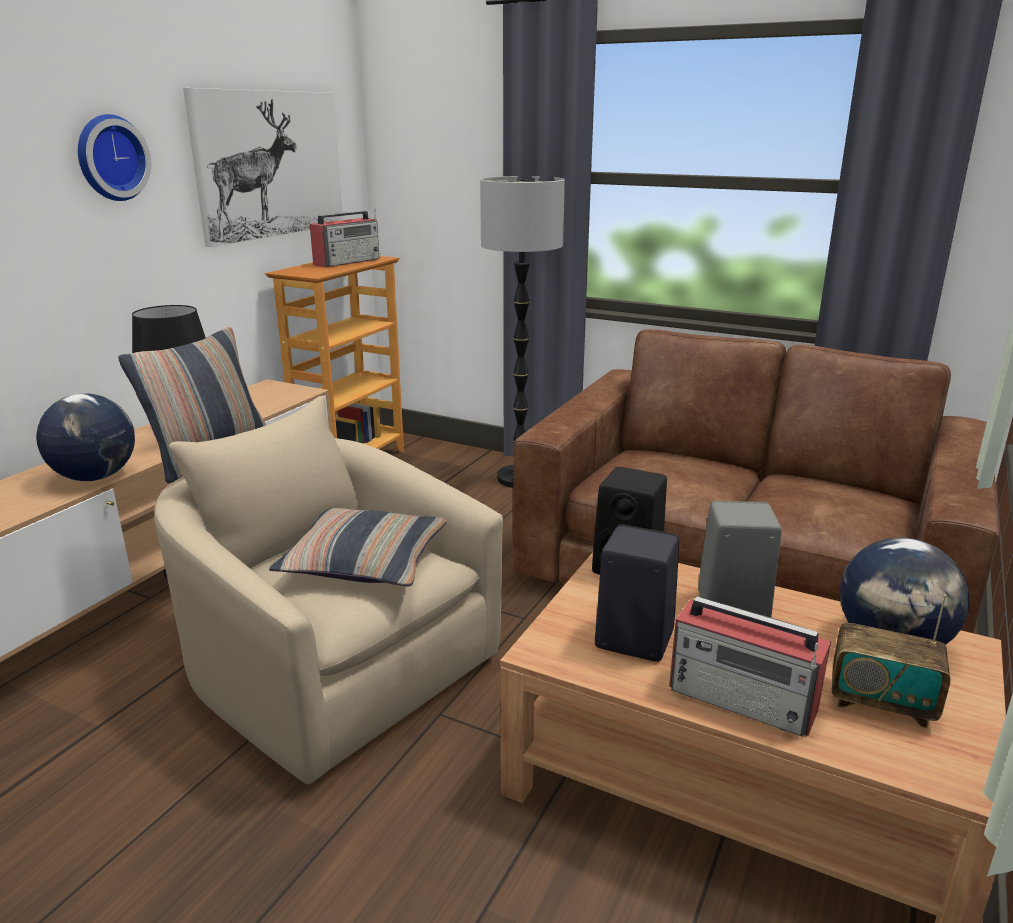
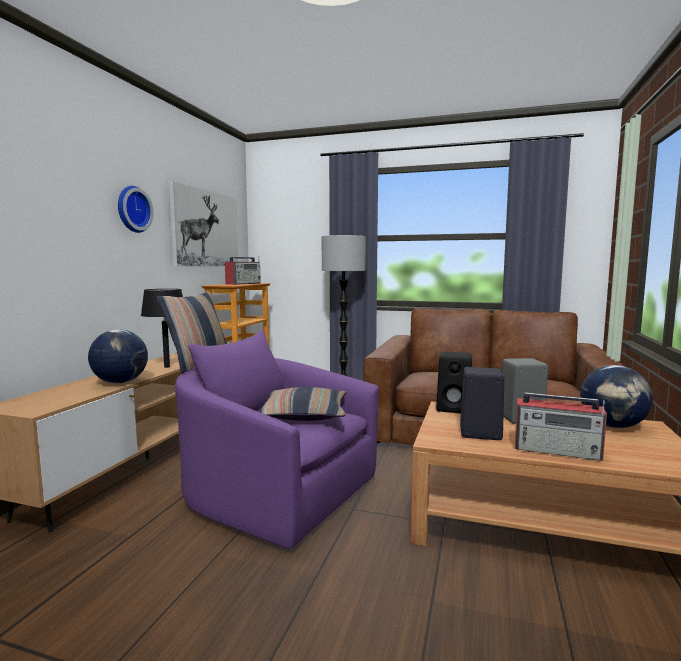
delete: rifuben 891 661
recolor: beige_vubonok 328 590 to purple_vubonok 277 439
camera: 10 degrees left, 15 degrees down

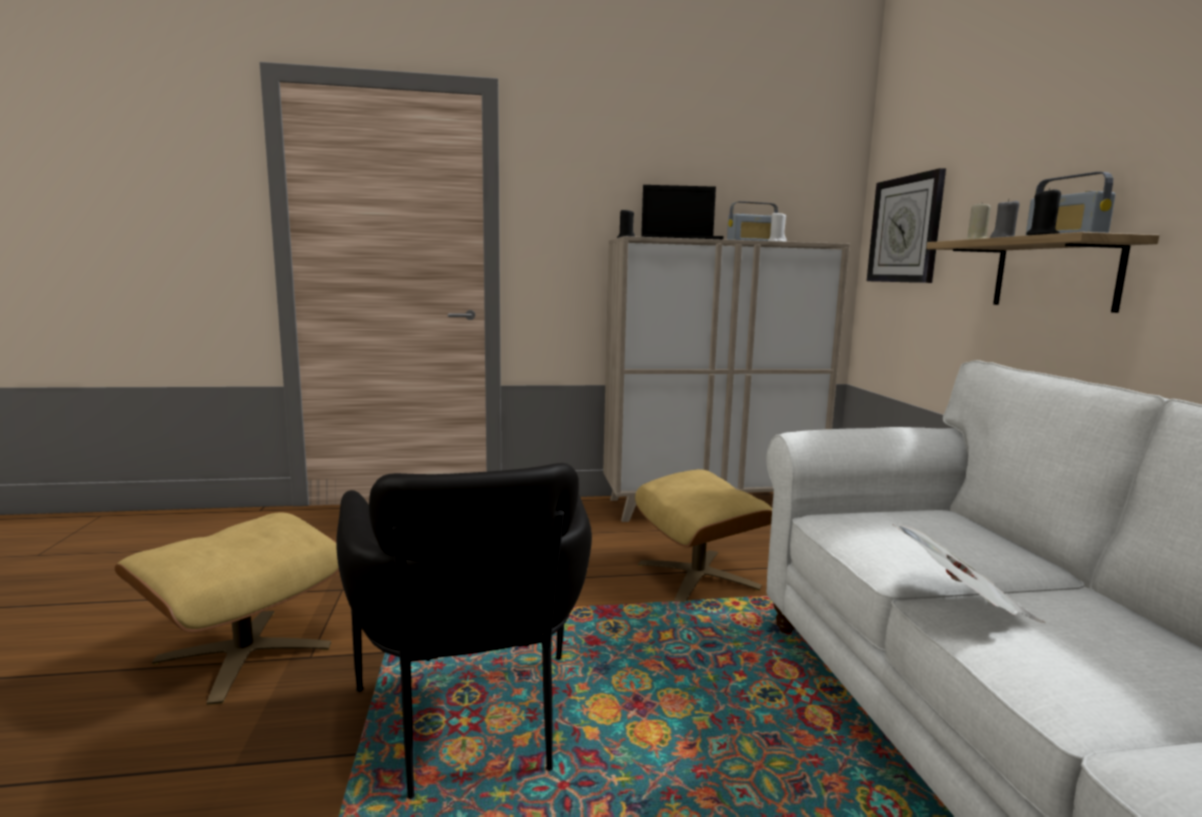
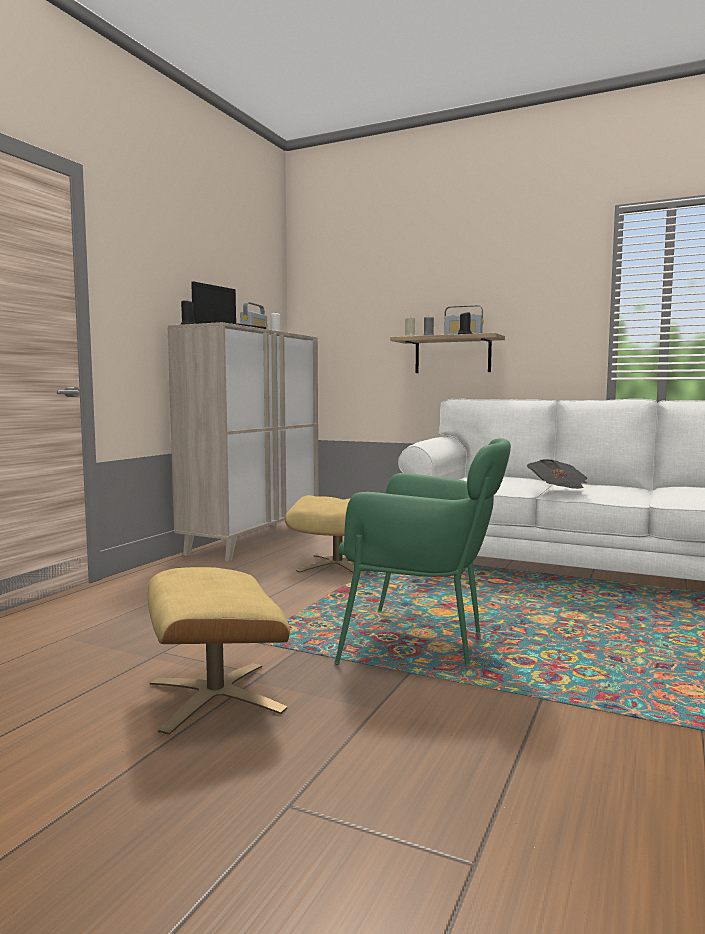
delete: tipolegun 906 225
recolor: black_vubonok 464 631 to green_vubonok 422 551
camera: 55 degrees left, 5 degrees down

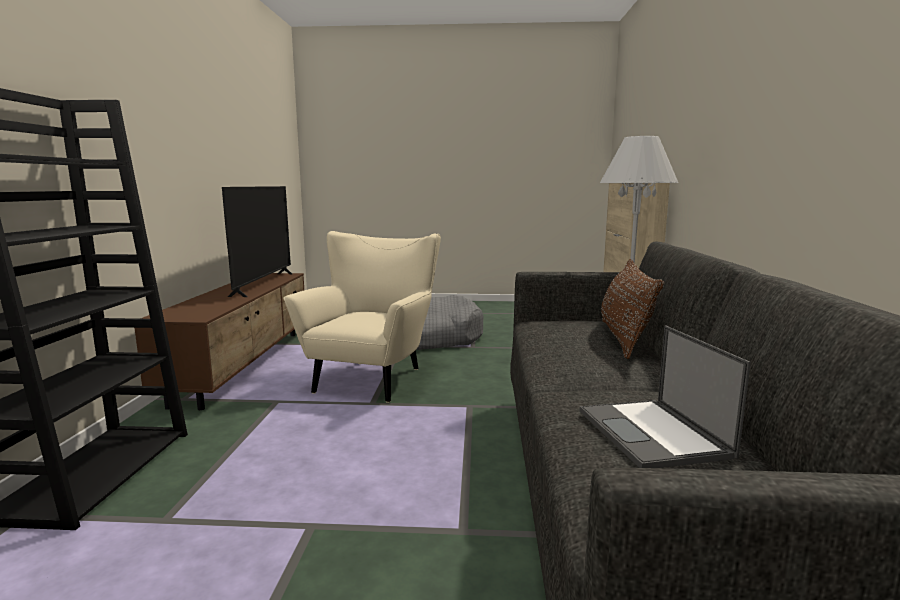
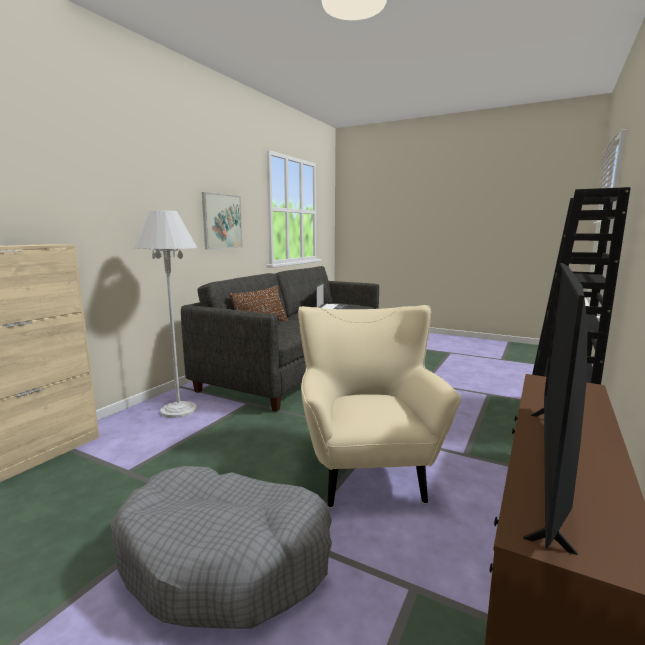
insert: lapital 222 220
rotate: beige_vubonok 362 317 = 379 406 135 degrees clockwise
camera: 155 degrees left, 0 degrees up

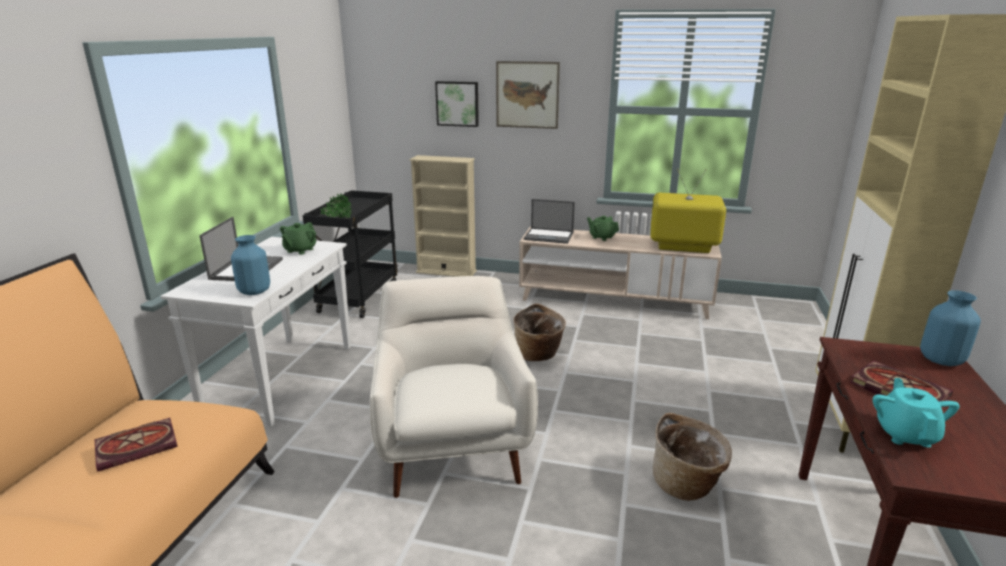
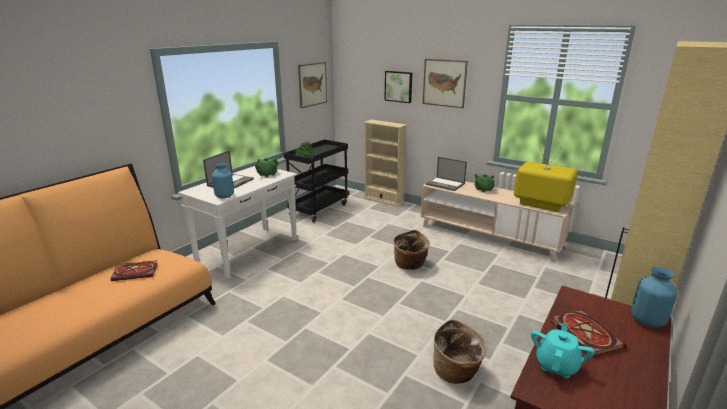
delete: white_vubonok 454 387
insert: lapital 312 85
camera: 20 degrees right, 0 degrees up

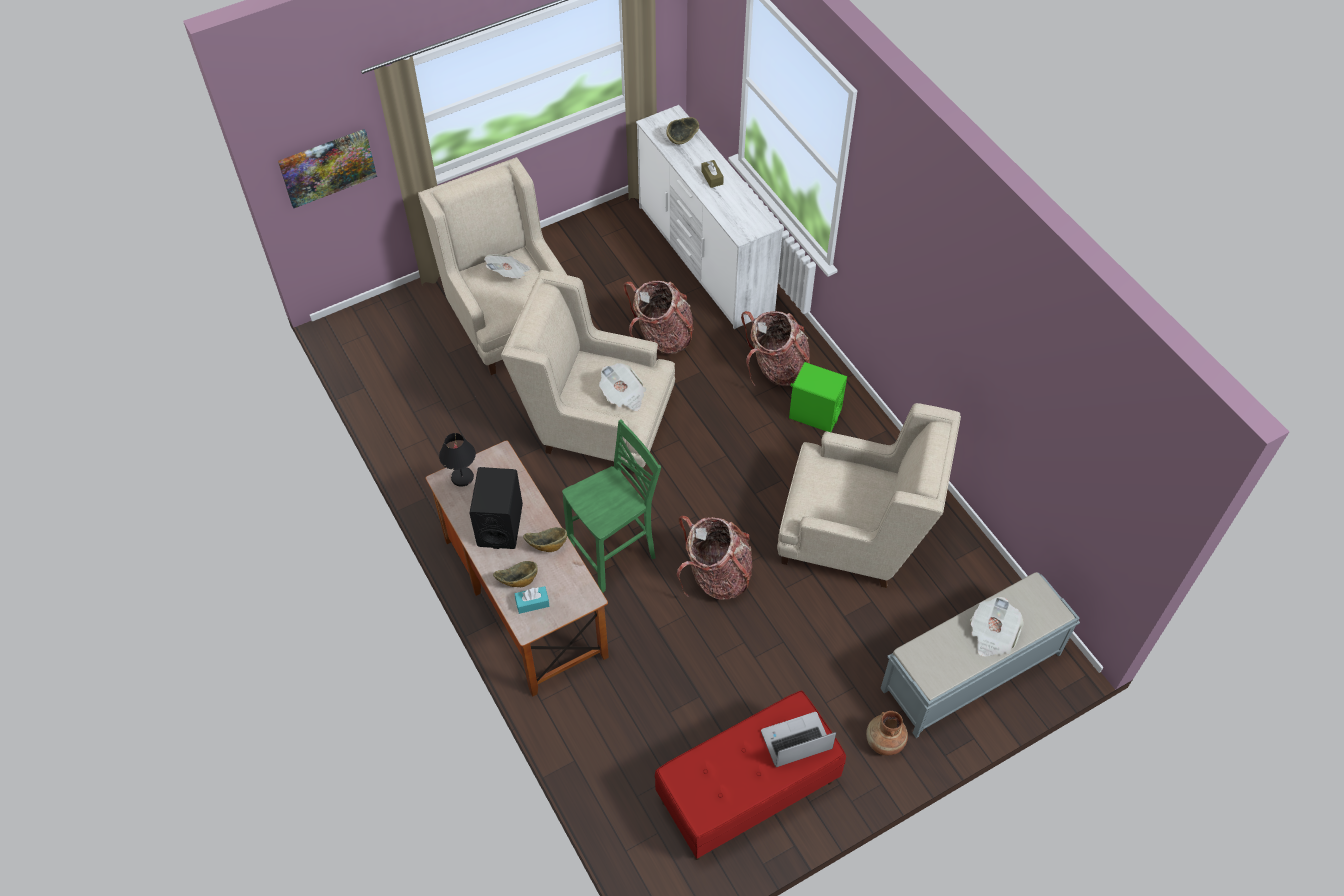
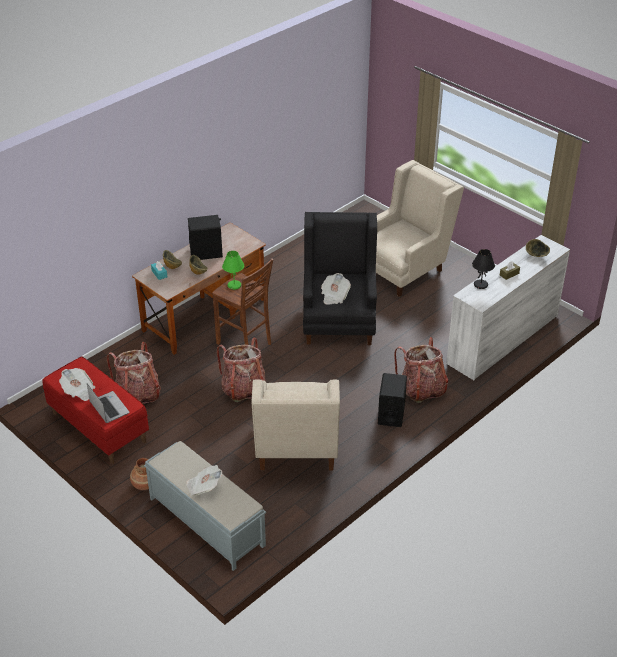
delete: lapital 327 168
insert: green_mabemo 233 270
move: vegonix 507 266 to 77 384; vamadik 658 317 to 134 373; black_mabemo 457 460 to 483 269
recolor: beige_vubonok 588 370 to black_vubonok 340 278; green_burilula 818 397 to black_burilula 392 400; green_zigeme 611 506 to brown_zigeme 242 301
camera: 75 degrees right, 15 degrees down

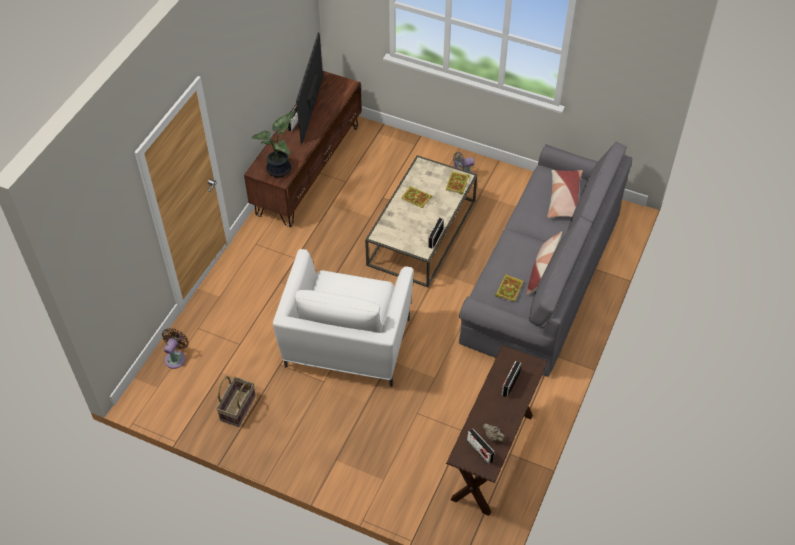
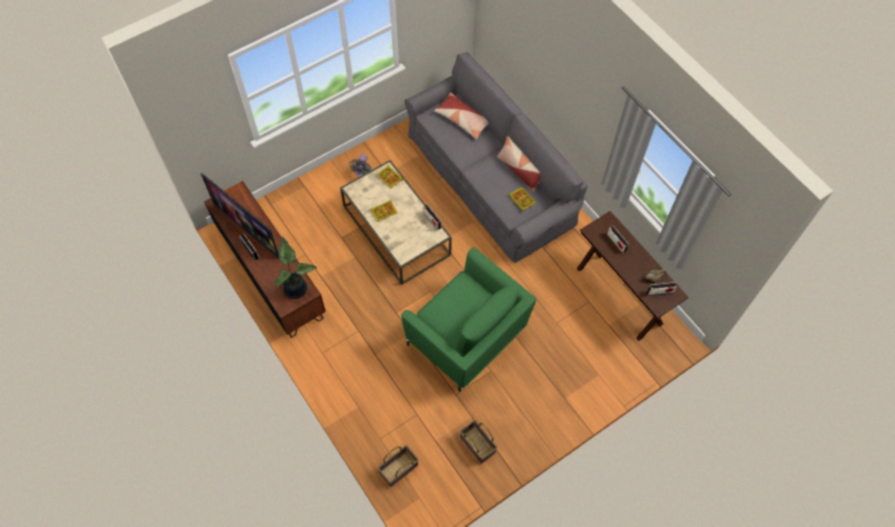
replace: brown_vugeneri 175 348 to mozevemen 398 466
recolor: white_vubonok 343 318 to green_vubonok 468 320
camera: 60 degrees left, 10 degrees up

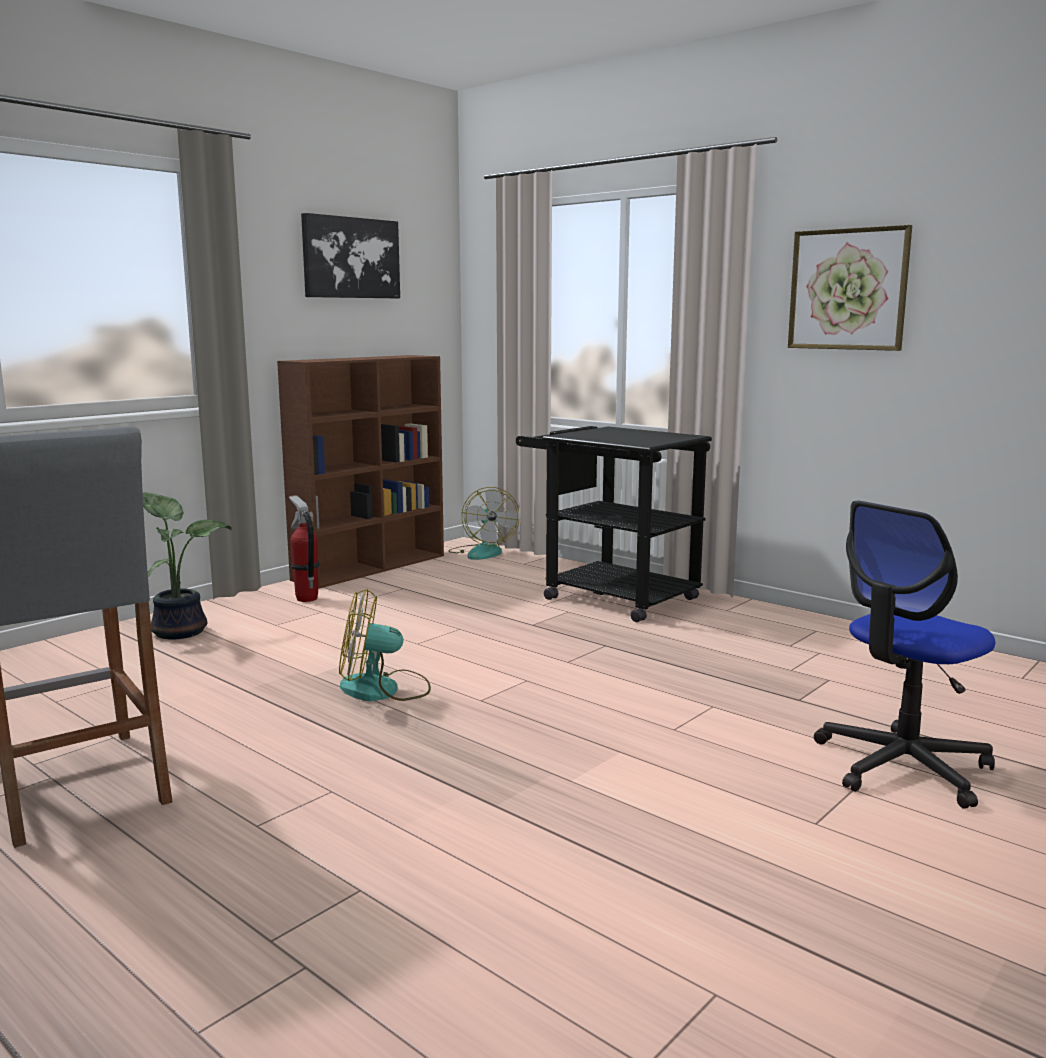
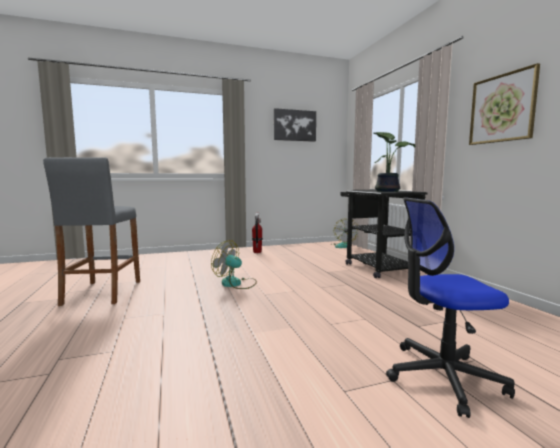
delete: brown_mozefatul 360 472
move: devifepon 187 565 to 395 162
camera: 30 degrees right, 5 degrees down

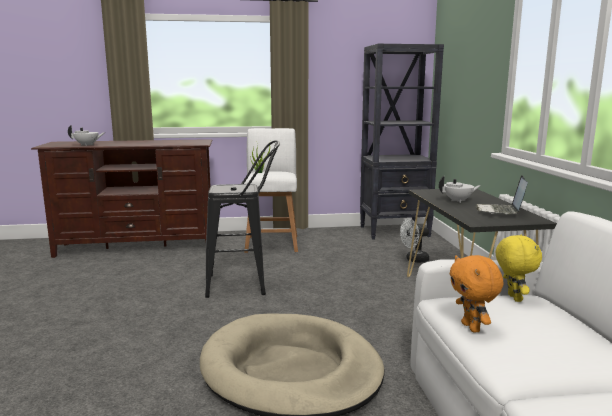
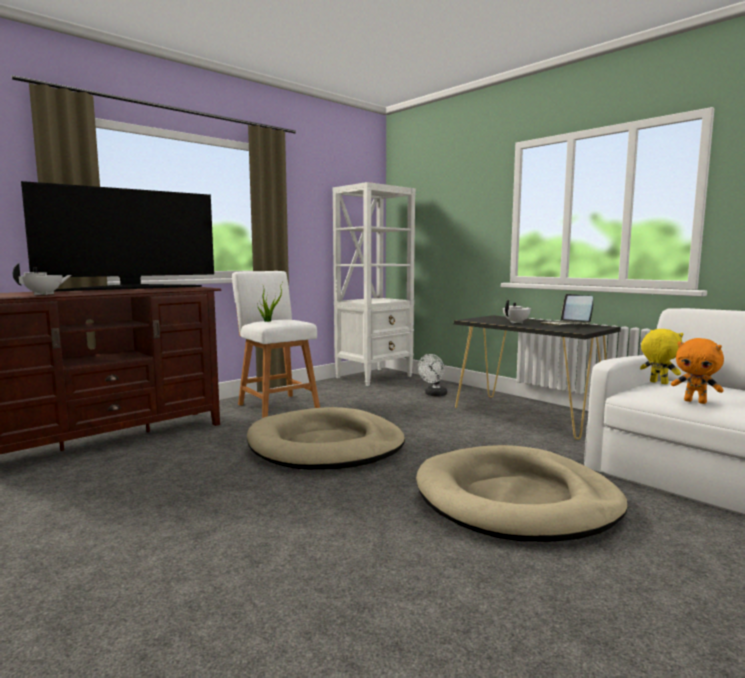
insert: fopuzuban 117 236
replace: black_zigeme 242 219 to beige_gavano 326 438
recolor: black_mozefatul 402 141 to white_mozefatul 374 284
camera: 35 degrees left, 5 degrees down

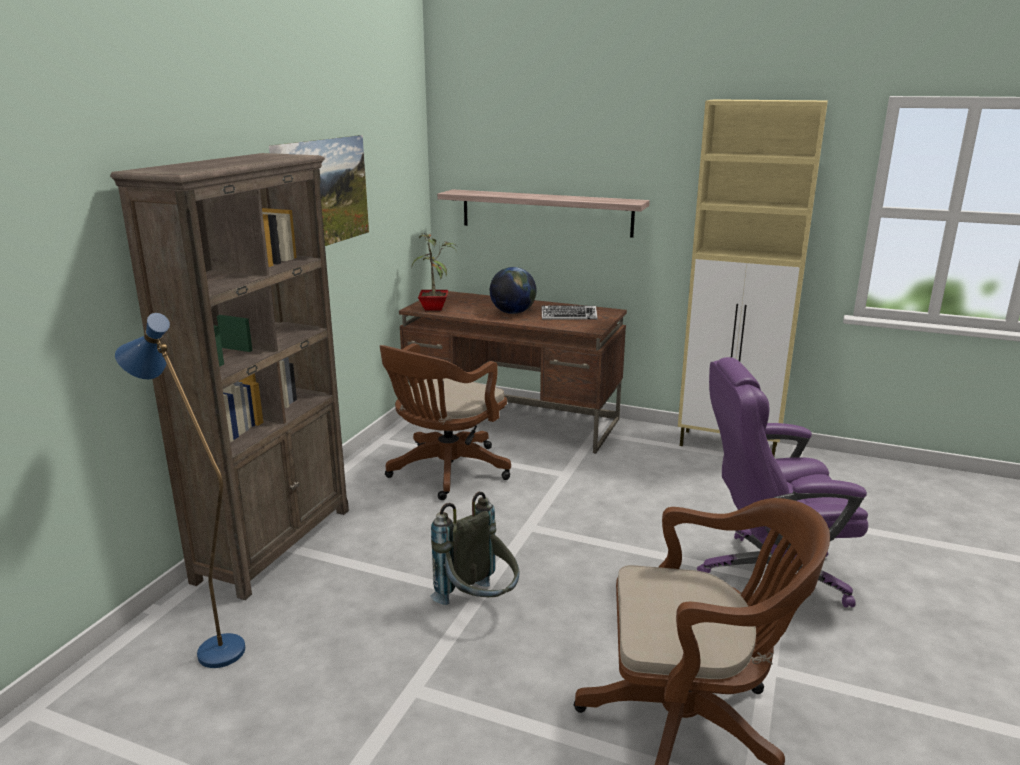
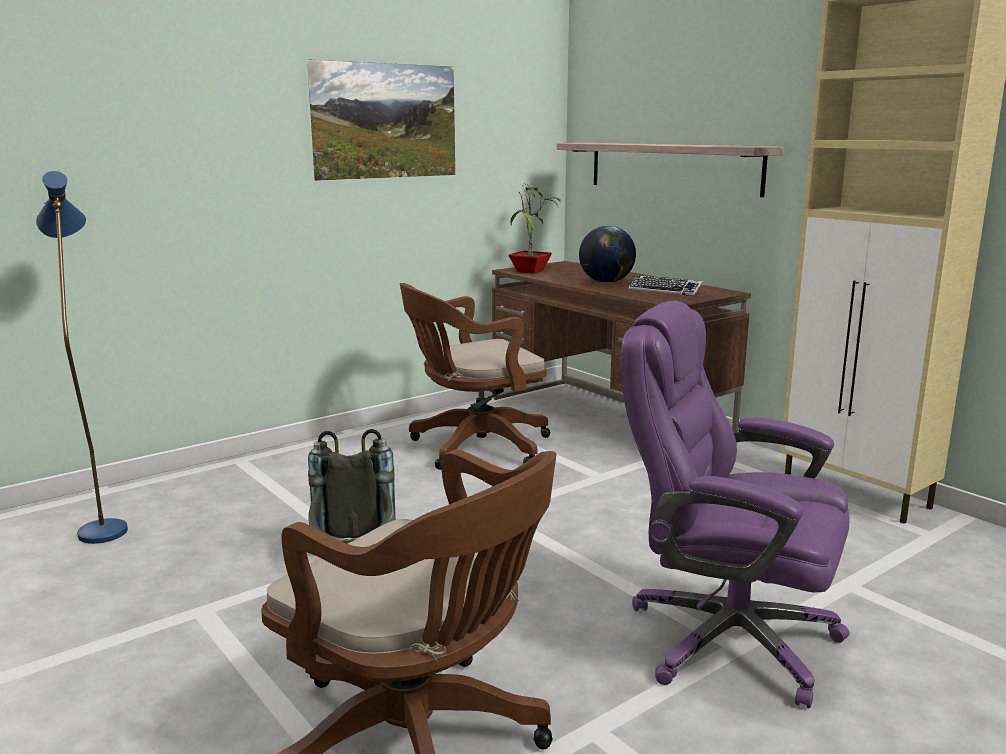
delete: brown_mozefatul 229 376
camera: 30 degrees right, 5 degrees down

